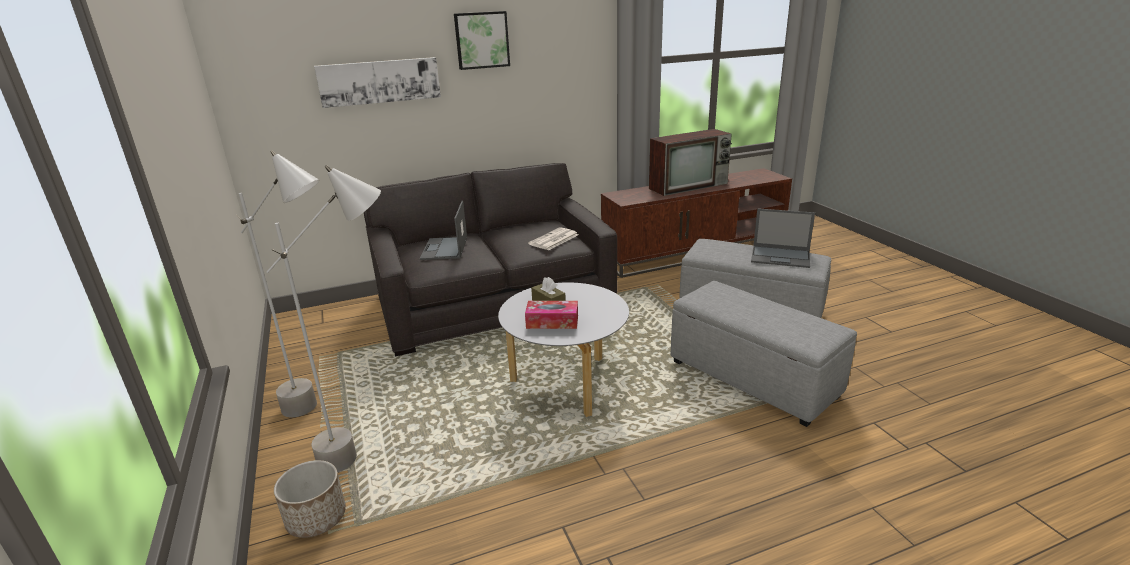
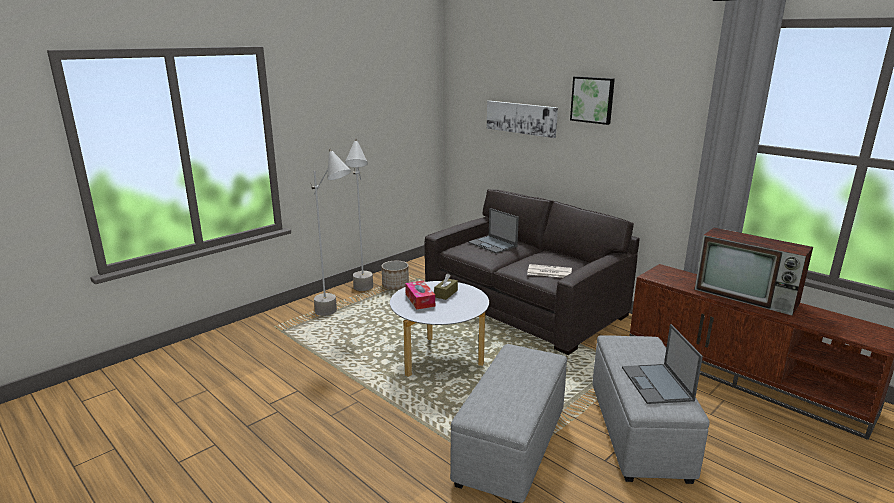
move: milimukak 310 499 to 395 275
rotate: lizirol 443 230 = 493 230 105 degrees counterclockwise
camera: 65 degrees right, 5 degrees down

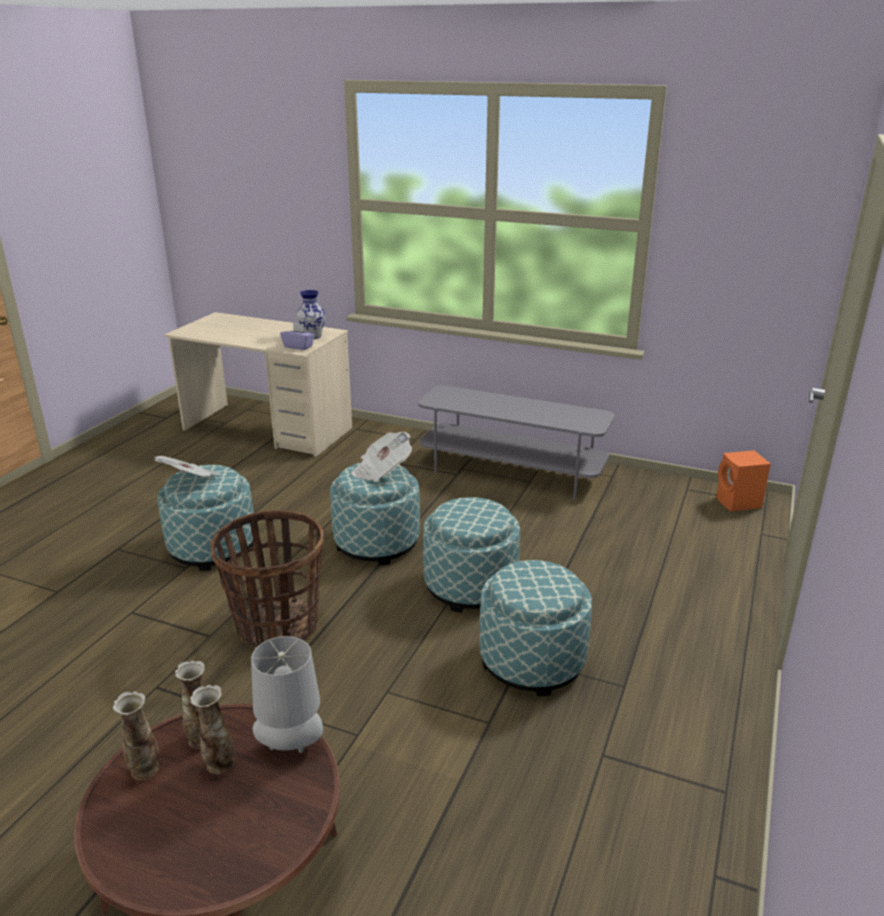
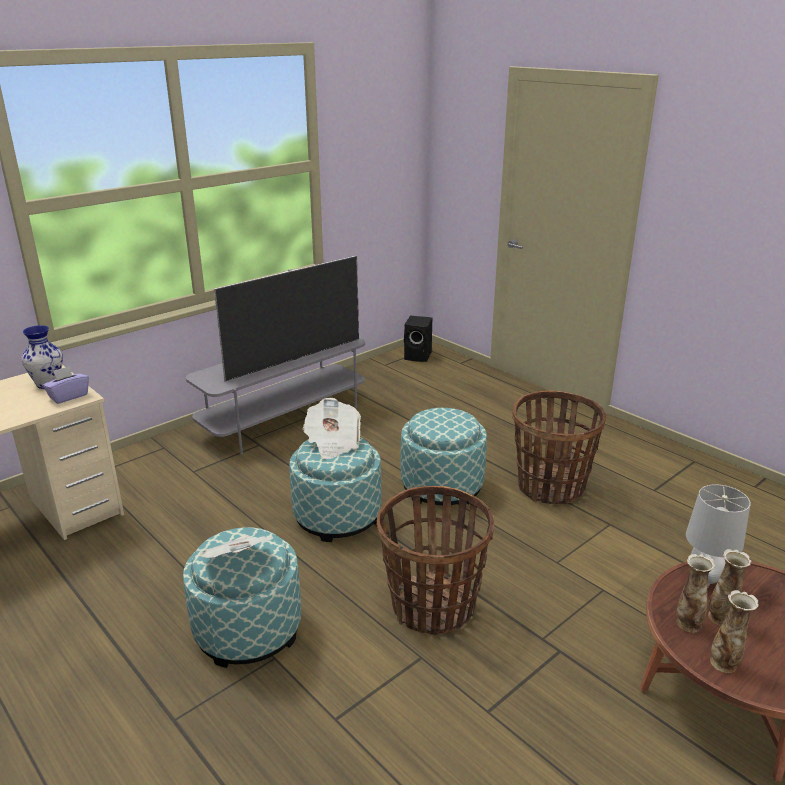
insert: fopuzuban 286 319
replace: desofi 535 628 to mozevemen 559 447
recolor: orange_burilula 743 480 to black_burilula 418 339
camera: 65 degrees left, 0 degrees up

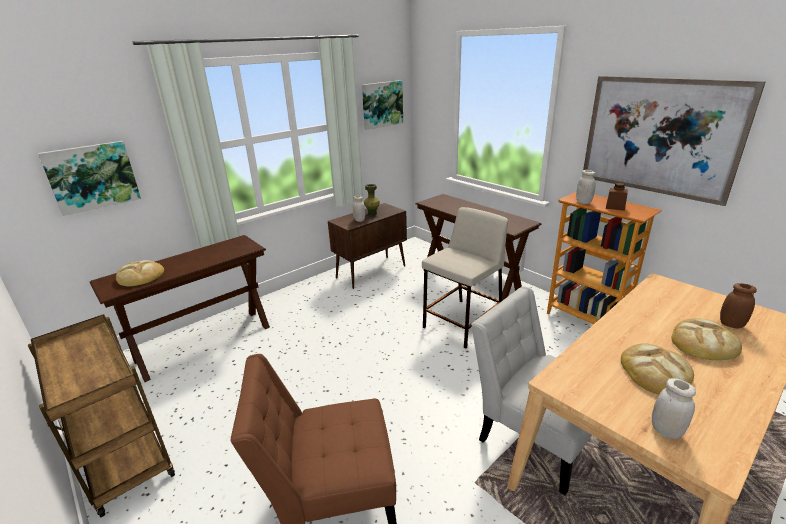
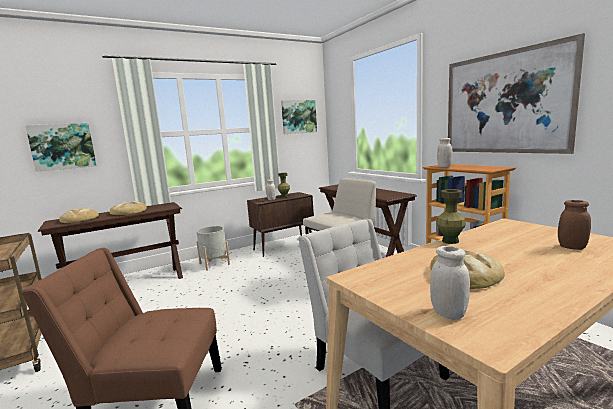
delete: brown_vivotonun 617 197
insert: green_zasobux 451 216; grey_milimukak 213 248
move: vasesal 706 339 to 128 208
camera: 10 degrees right, 15 degrees down

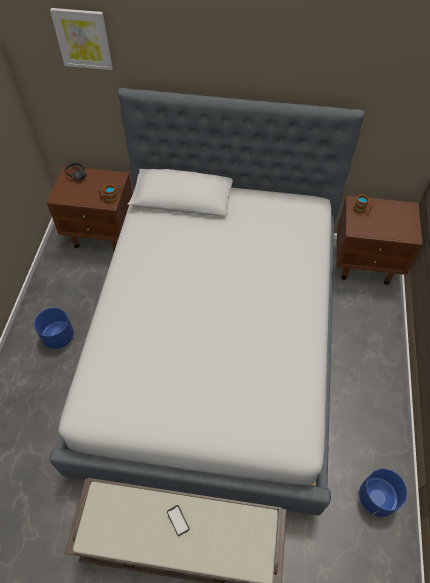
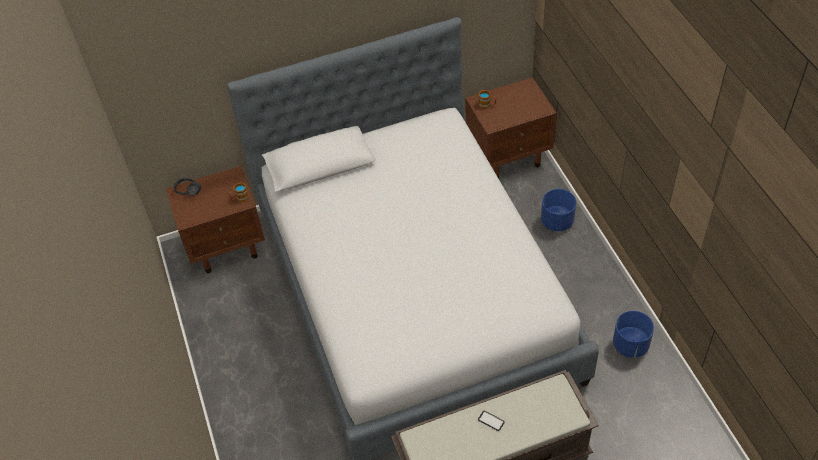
delete: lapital 81 39
move: blue_milimukak 54 328 to 558 210
camera: 25 degrees left, 5 degrees down

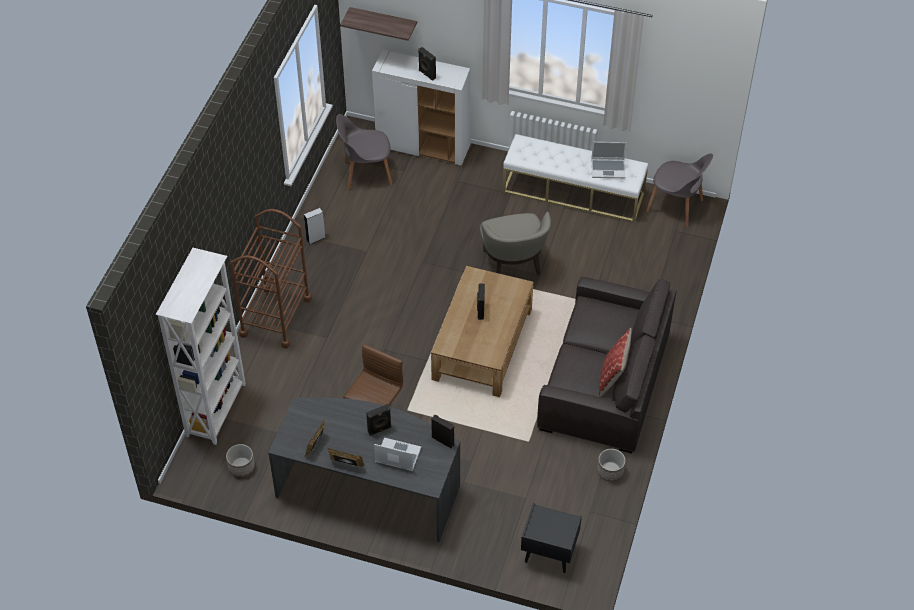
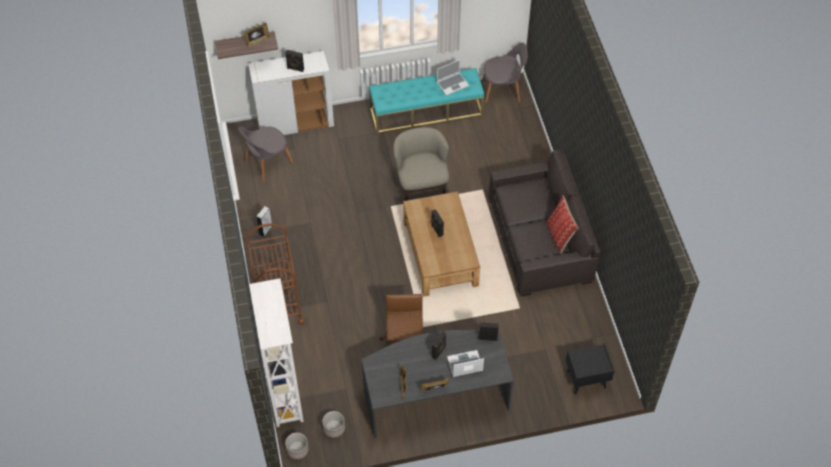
insert: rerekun 257 35
move: milimukak 611 465 to 297 446
recolor: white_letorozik 575 178 to turquoise_letorozik 426 101
rotate: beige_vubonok 515 243 = 421 164 150 degrees counterclockwise
camera: 30 degrees left, 5 degrees up

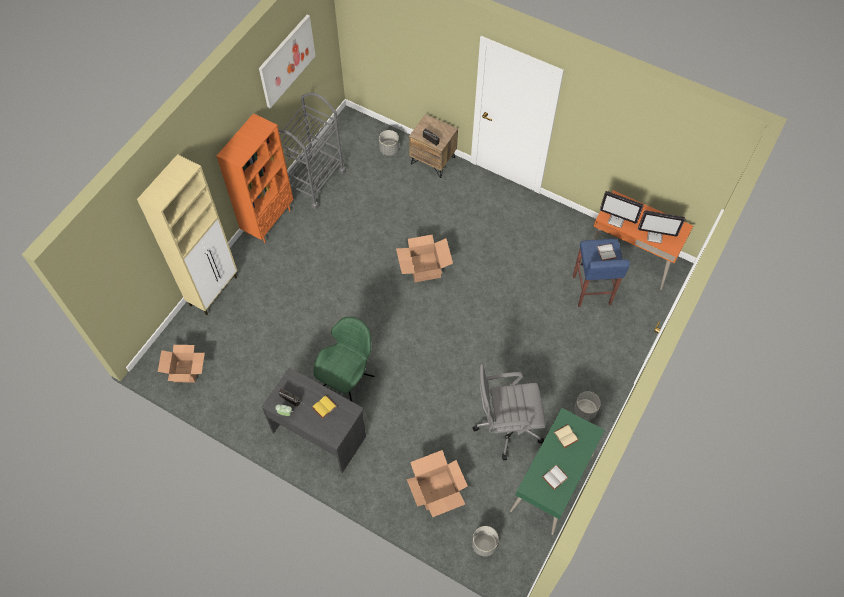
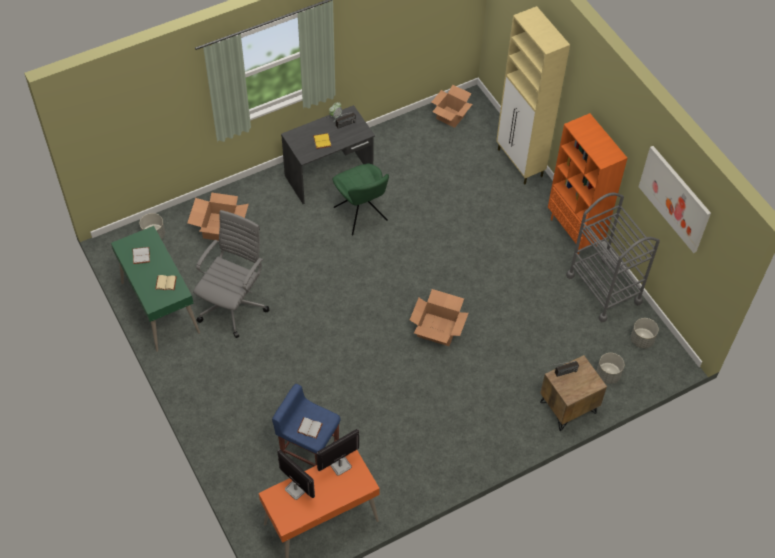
move: grey_milimukak 587 405 to 645 333
rotate: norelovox 661 226 = 296 474 90 degrees clockwise
camera: 120 degrees right, 5 degrees down

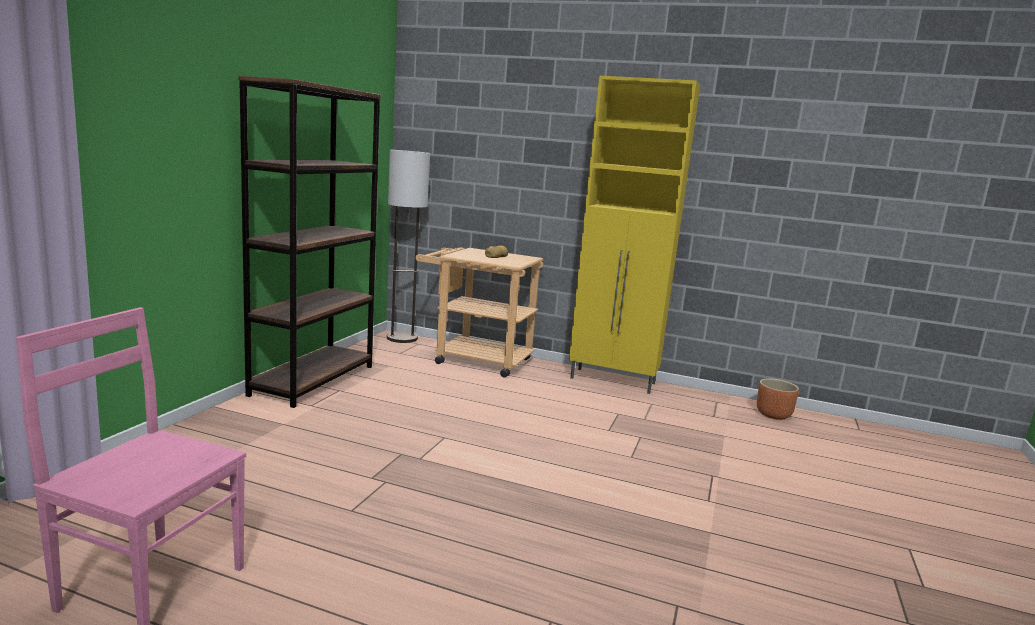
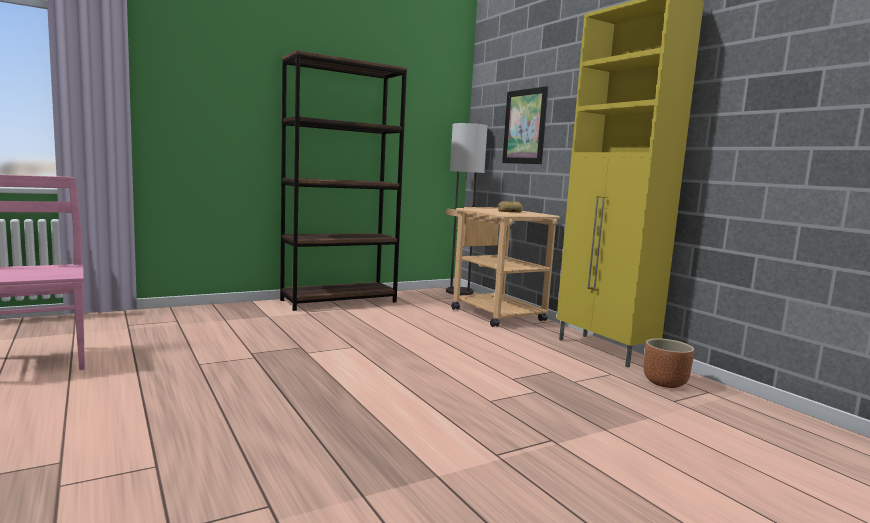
insert: lapital 525 125
move: brown_milimukak 778 399 to 669 363
camera: 40 degrees right, 5 degrees down

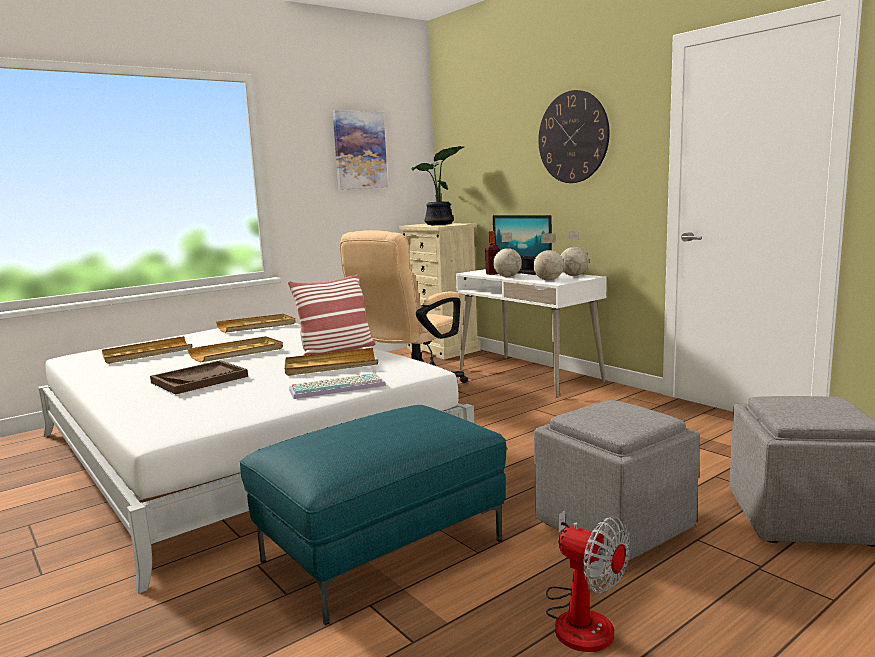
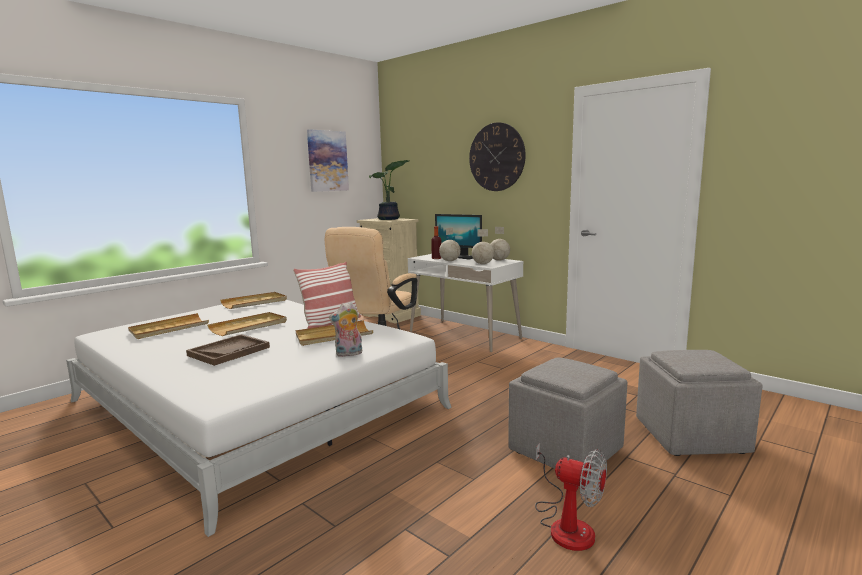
delete: turquoise_desofi 373 515
replace: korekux 337 386 to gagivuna 346 329
camera: 10 degrees left, 0 degrees up

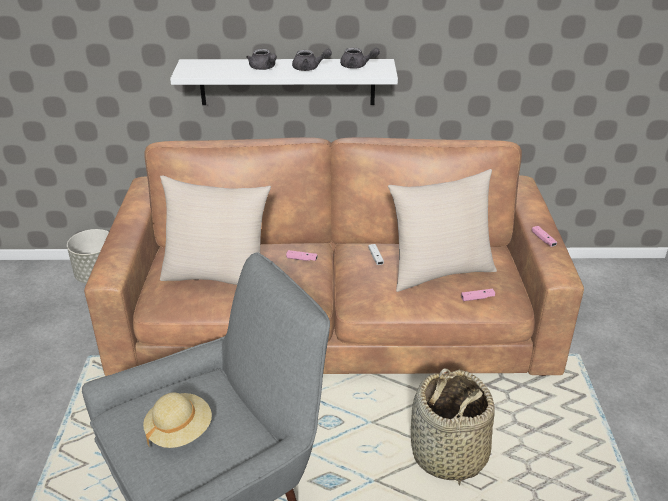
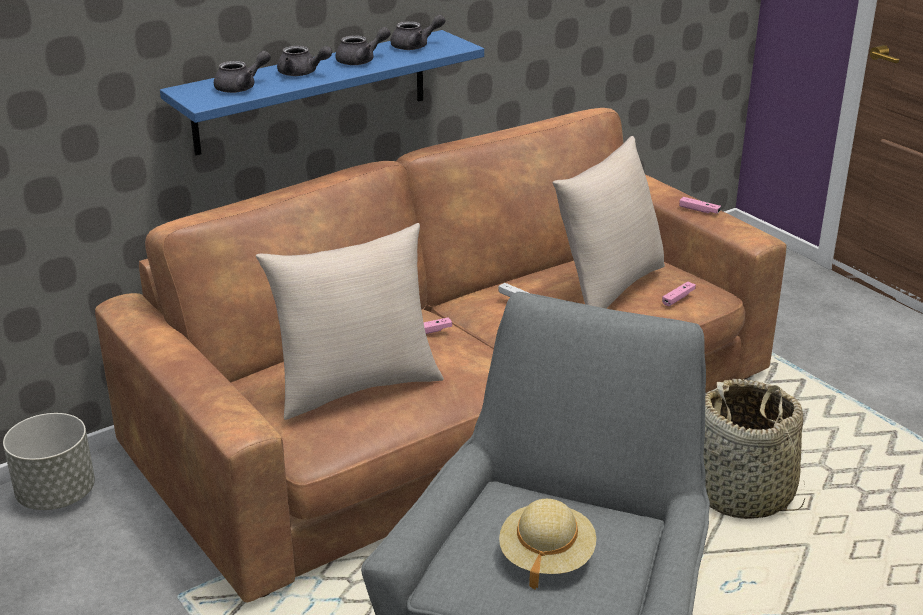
insert: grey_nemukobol 242 71
recolor: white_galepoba 284 82 to blue_galepoba 322 92
camera: 35 degrees left, 5 degrees down

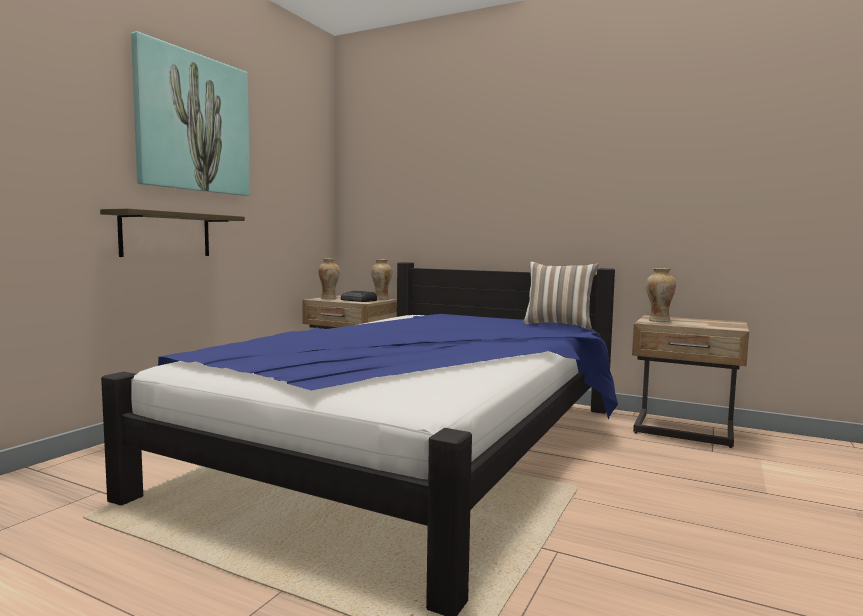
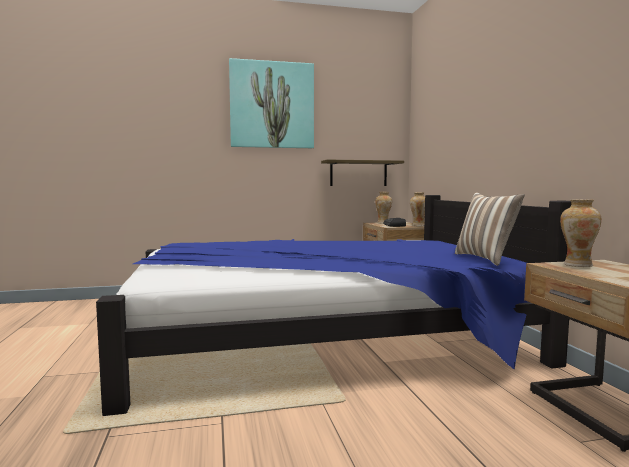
move: galepoba 172 232 to 362 173
camera: 50 degrees right, 0 degrees up

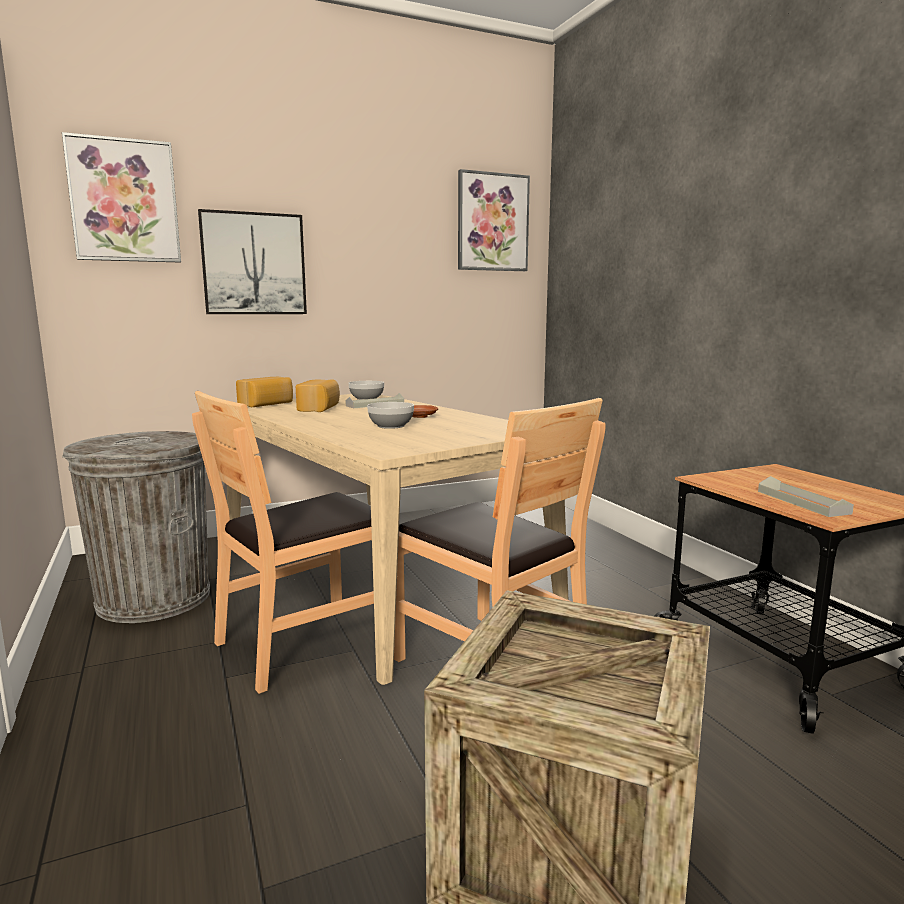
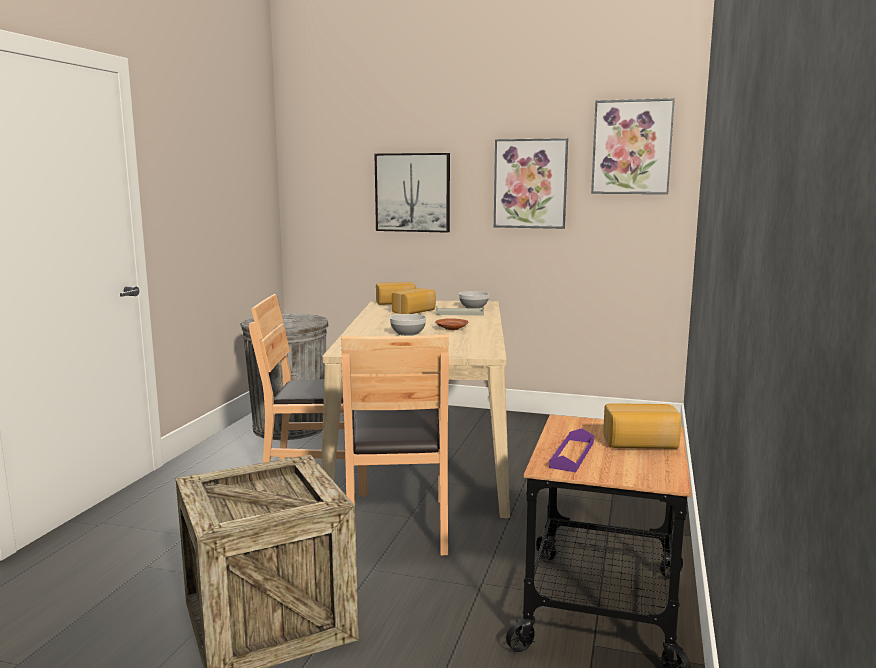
insert: vasesal 642 426
move: lapital 121 197 to 531 183
recolor: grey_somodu 806 496 to purple_somodu 571 450
camera: 40 degrees right, 0 degrees up

